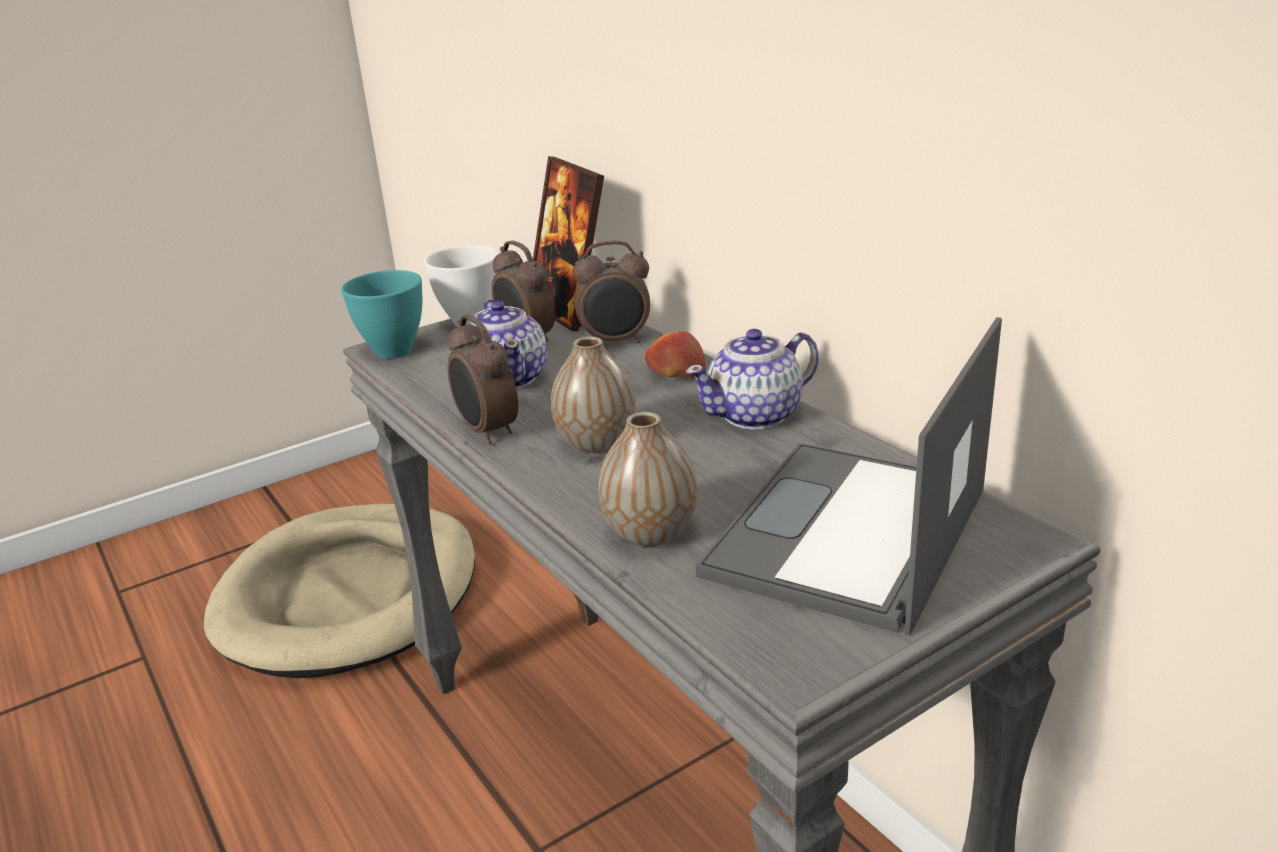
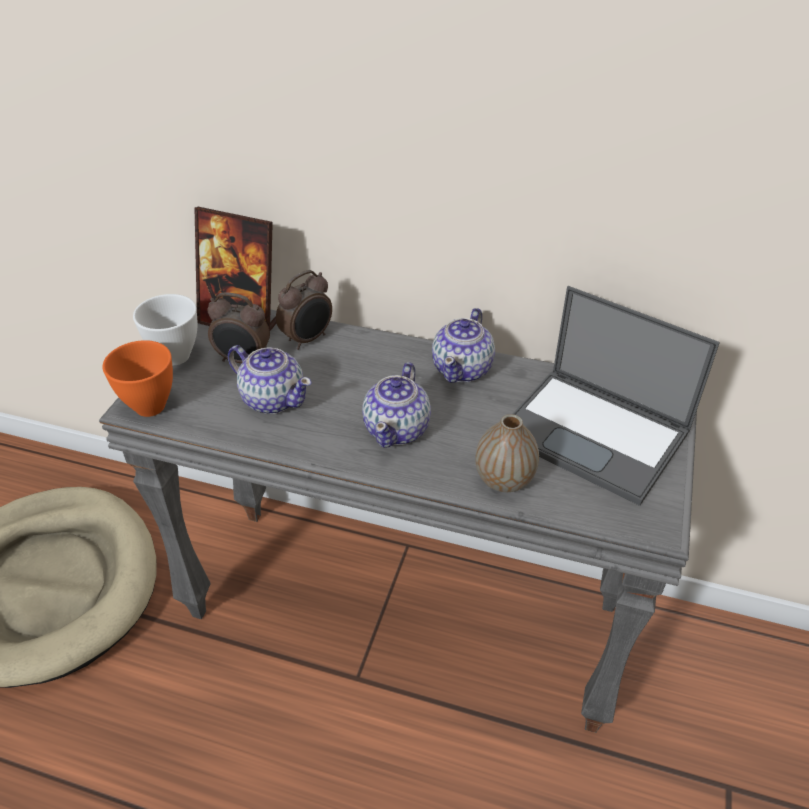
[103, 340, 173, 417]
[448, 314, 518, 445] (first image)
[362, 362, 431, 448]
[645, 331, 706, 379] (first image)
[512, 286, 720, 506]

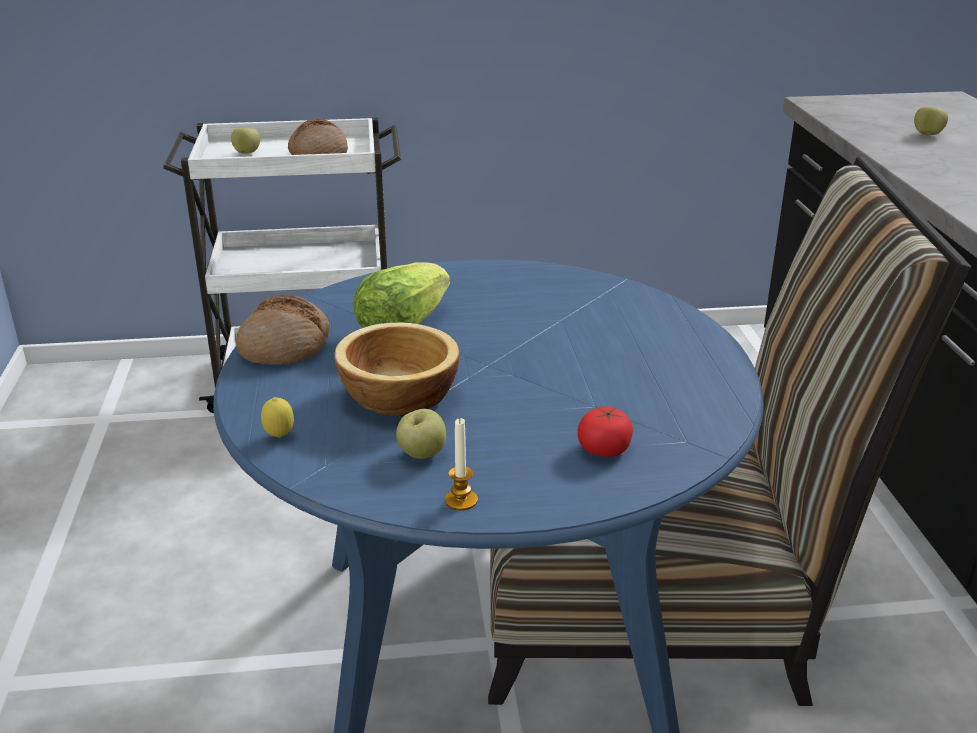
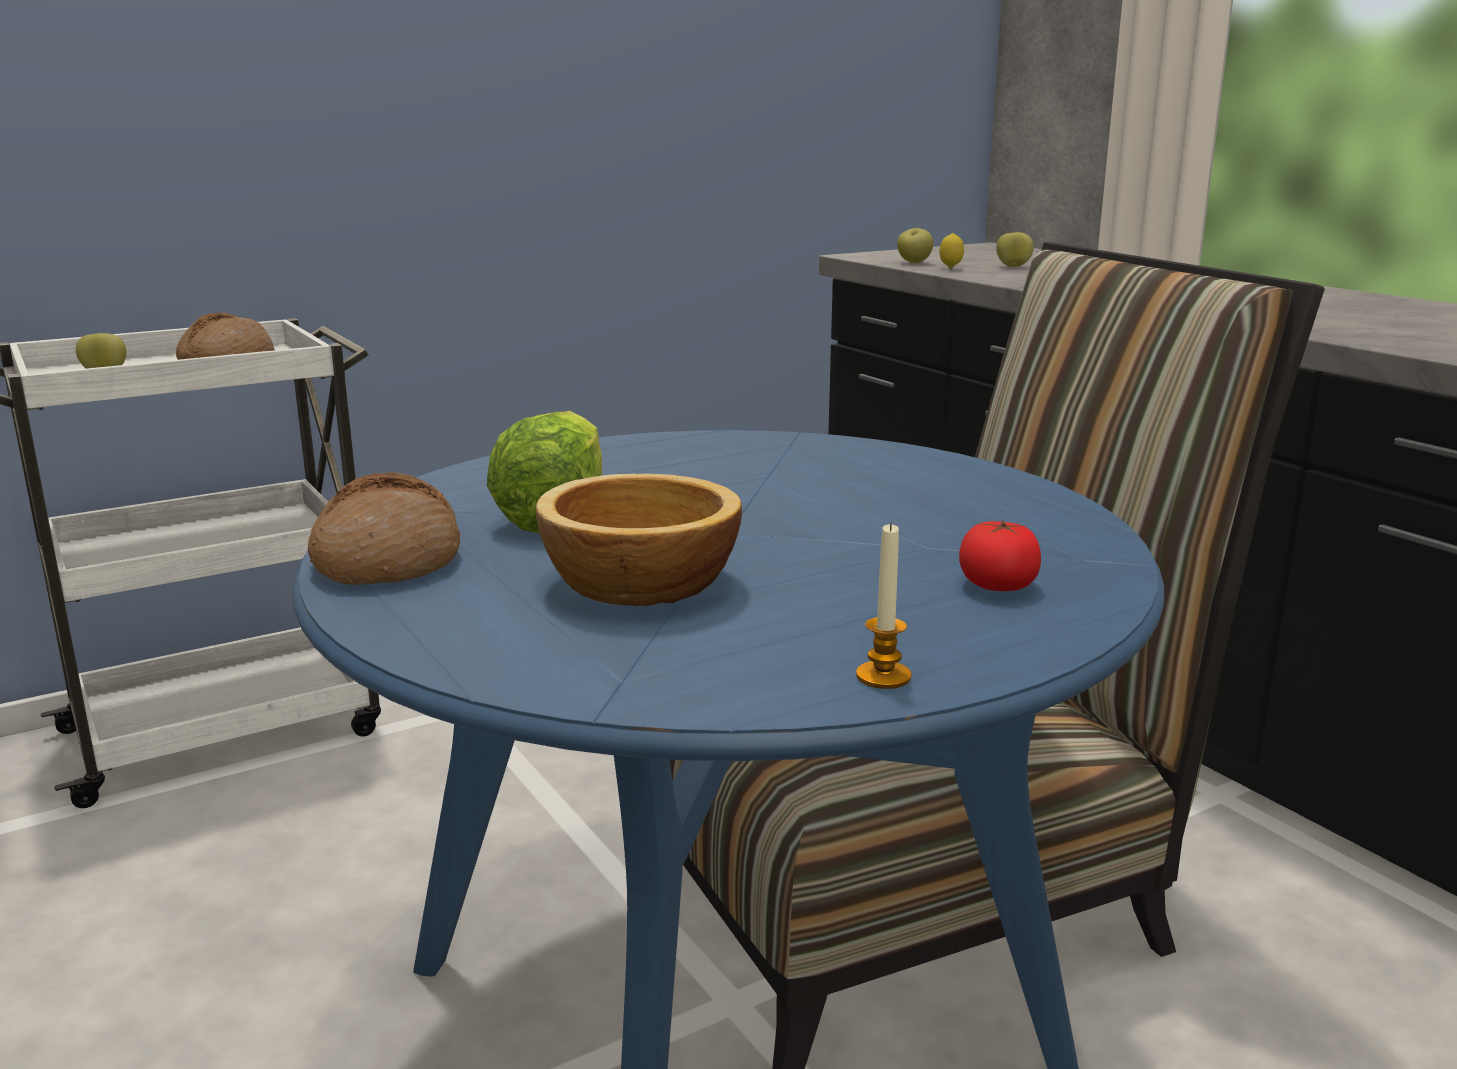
[939, 233, 964, 268]
[897, 228, 933, 263]

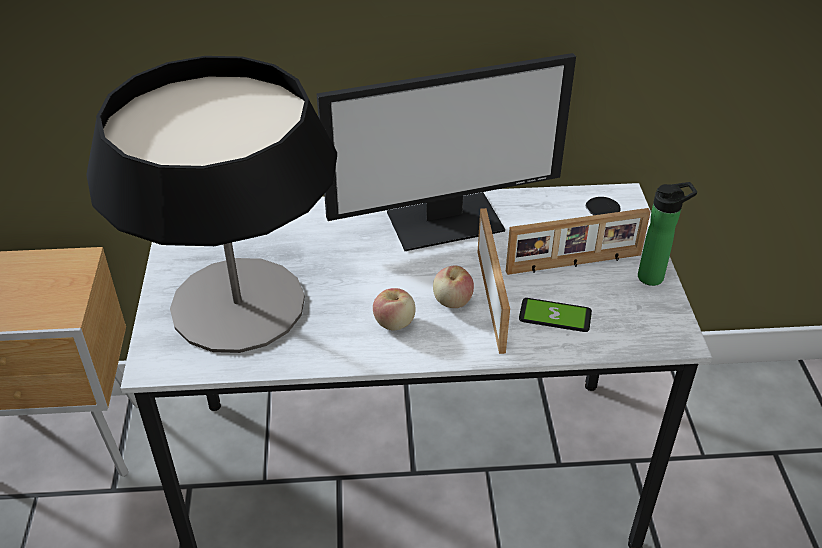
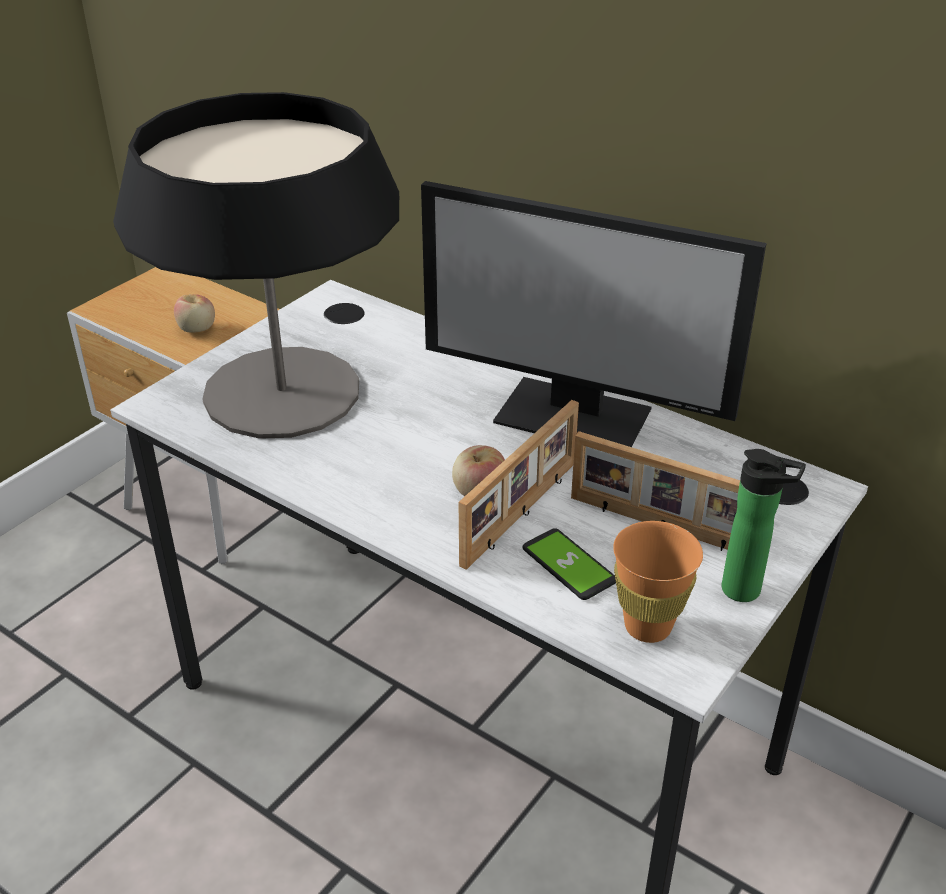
[174, 294, 215, 333]
[613, 521, 703, 643]

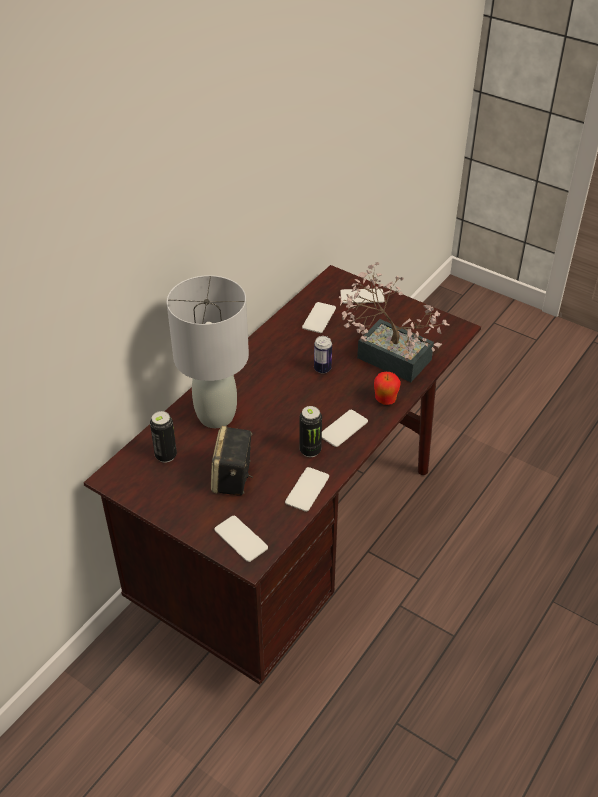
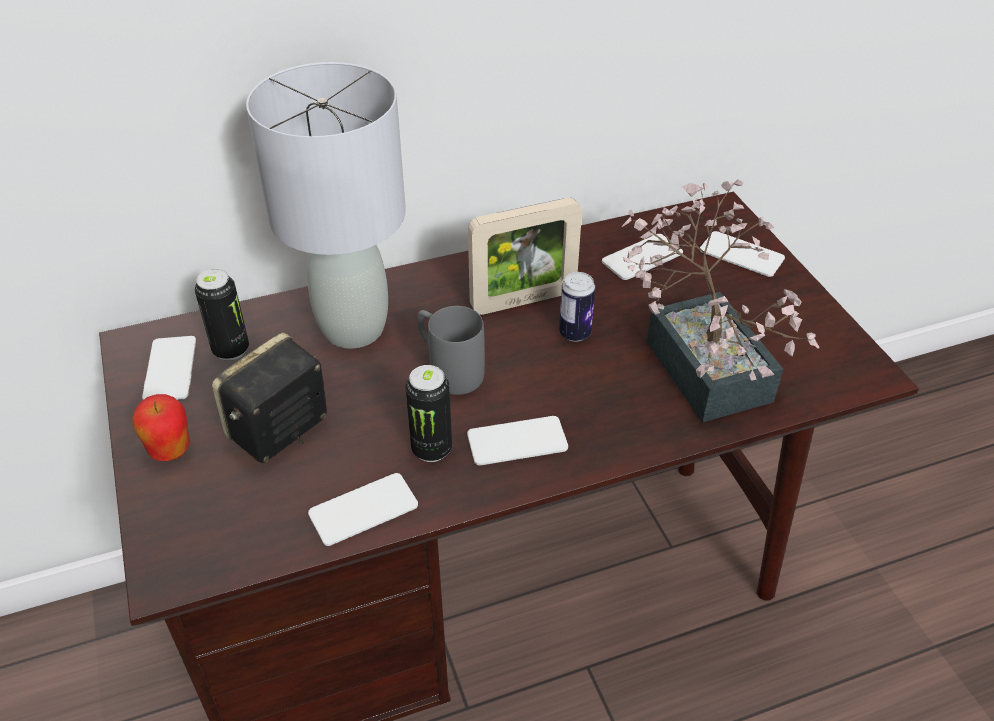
[142, 336, 196, 400]
[132, 394, 190, 461]
[417, 306, 485, 395]
[468, 198, 582, 315]

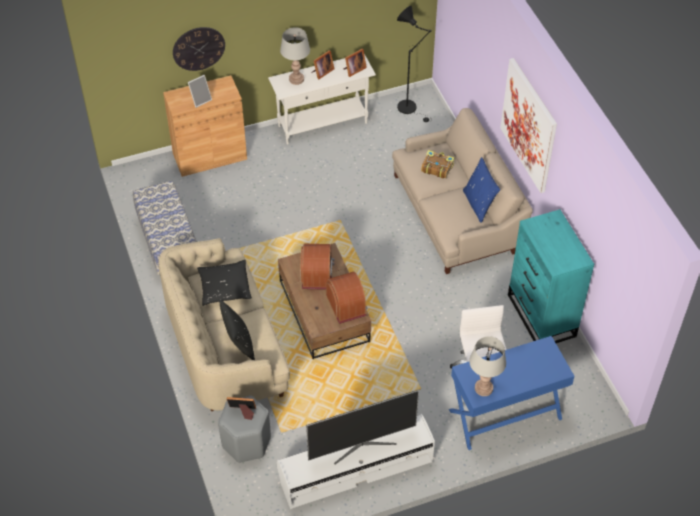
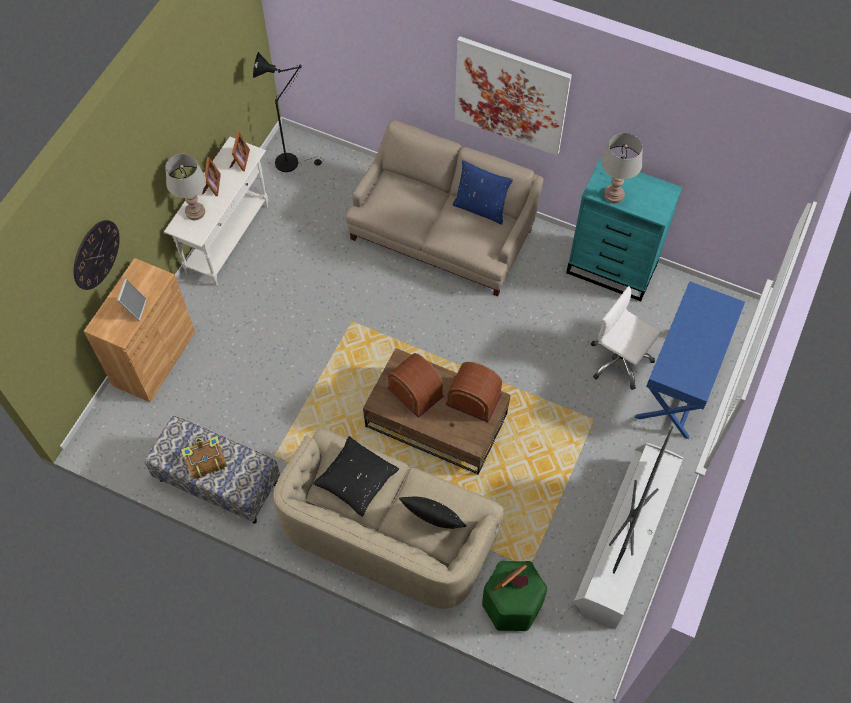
[482, 561, 547, 631]
[181, 436, 227, 479]
[601, 133, 643, 204]

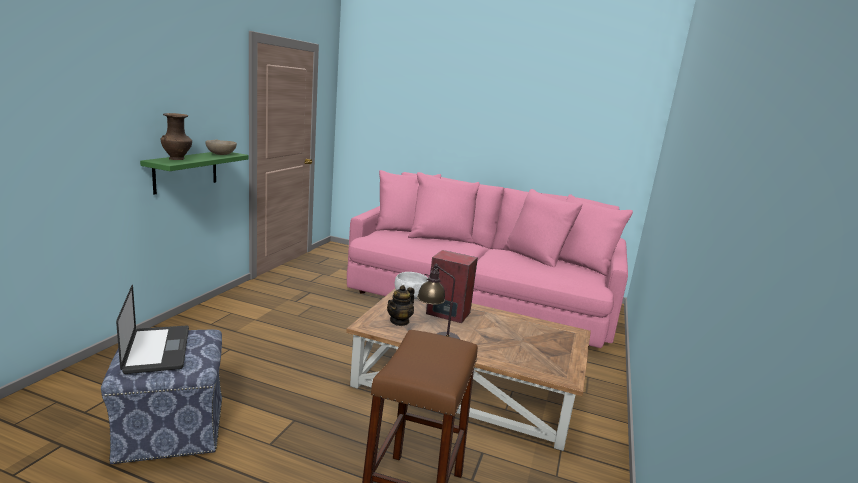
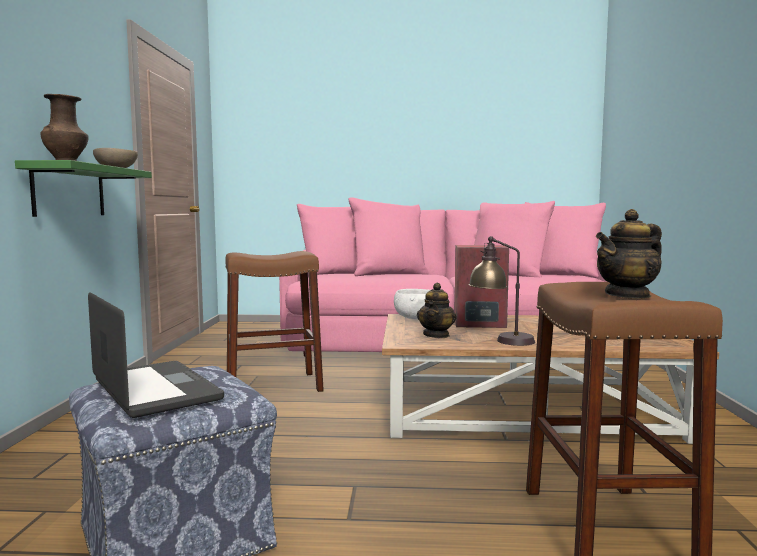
[225, 251, 324, 392]
[596, 209, 662, 299]

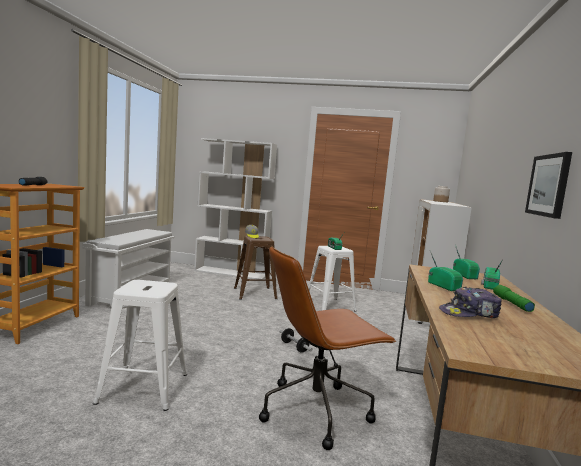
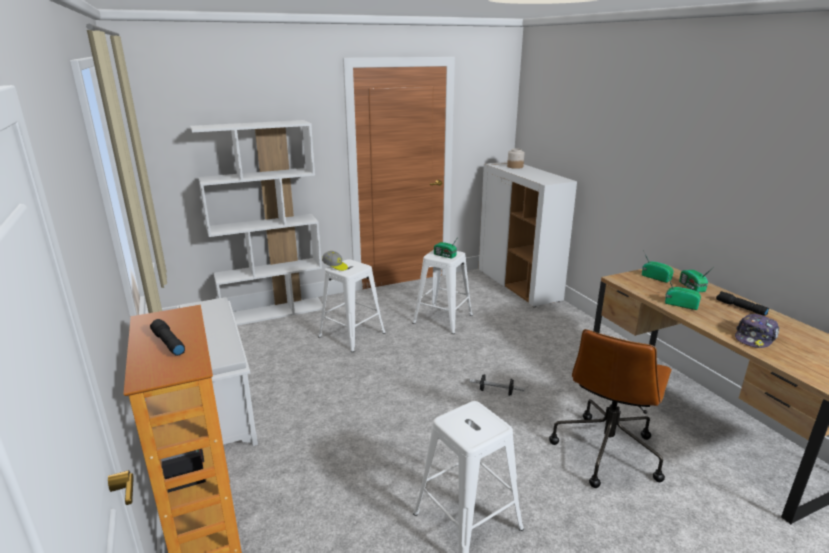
[318, 259, 386, 352]
[716, 291, 769, 316]
[525, 152, 572, 219] (first image)

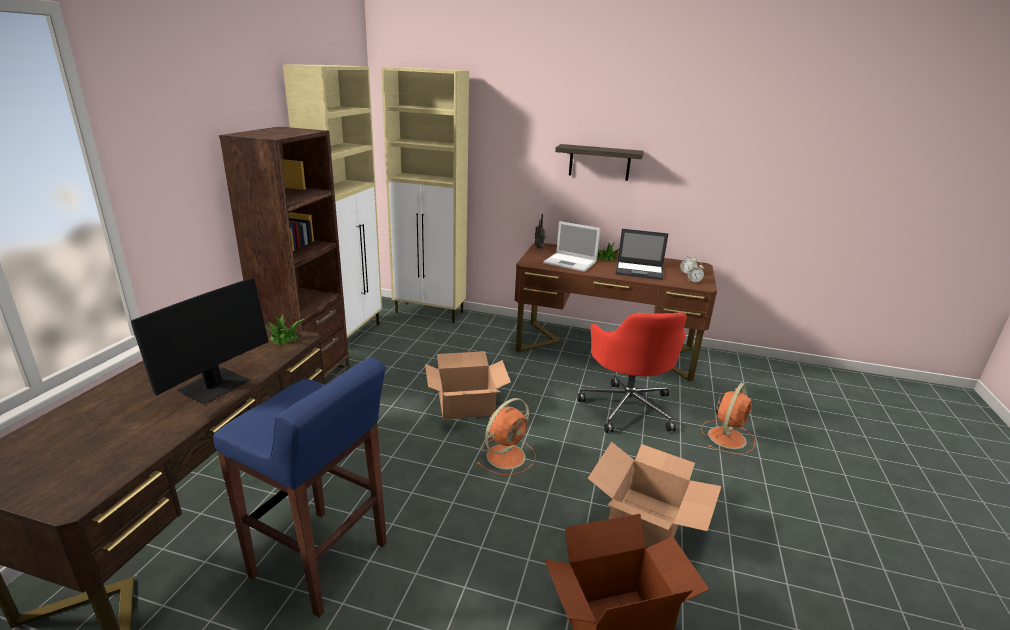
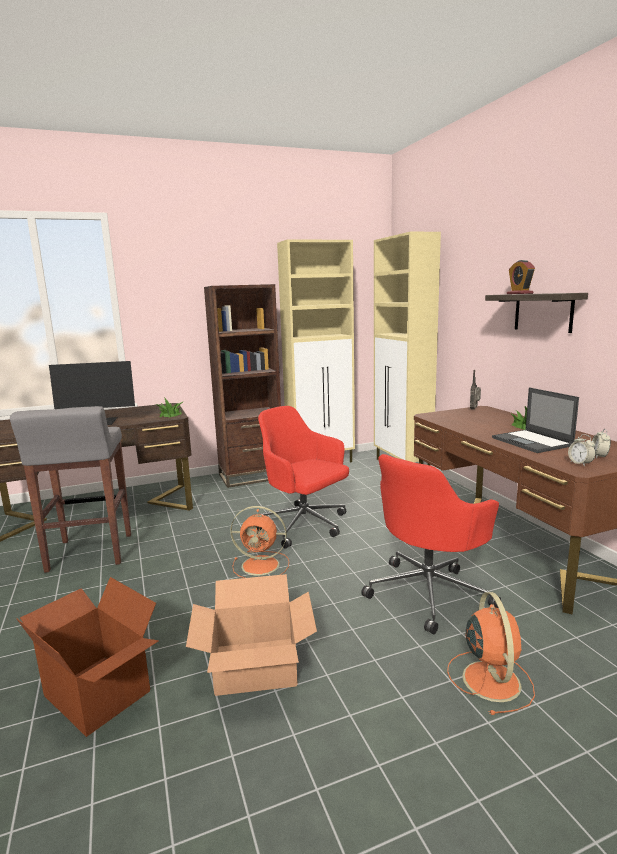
[10, 406, 131, 573]
[258, 406, 349, 549]
[543, 221, 601, 272] (first image)
[447, 592, 535, 715]
[507, 260, 535, 294]

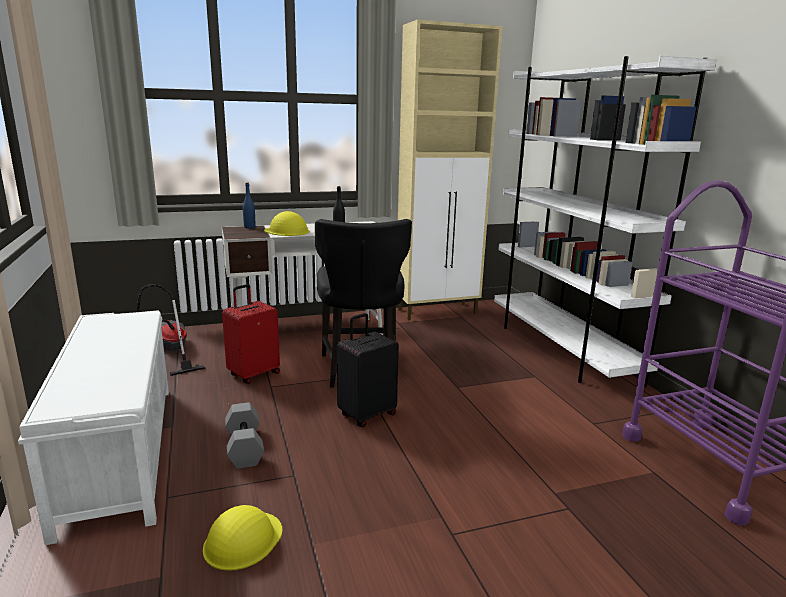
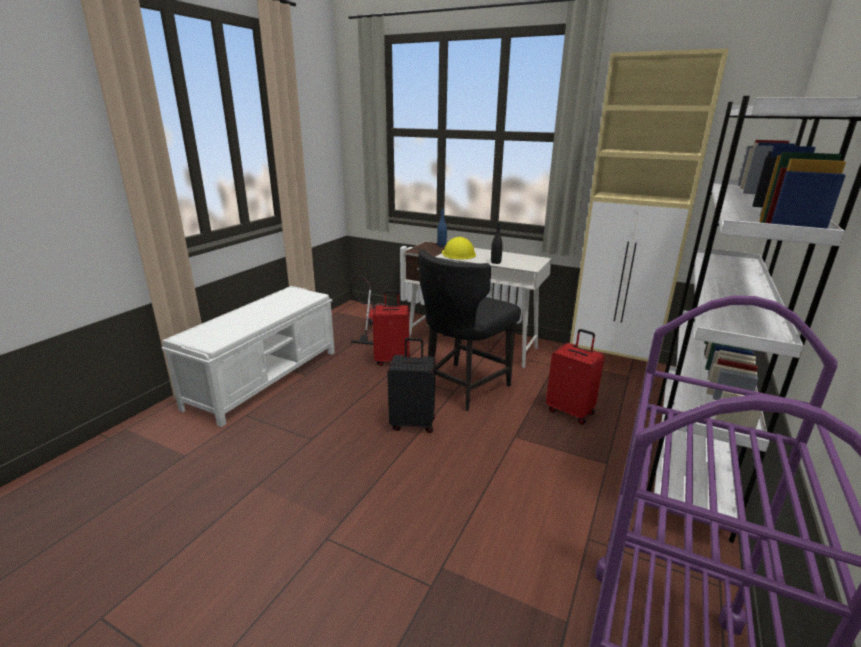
[203, 505, 282, 571] (first image)
[225, 402, 264, 469] (first image)
[546, 329, 604, 424]

